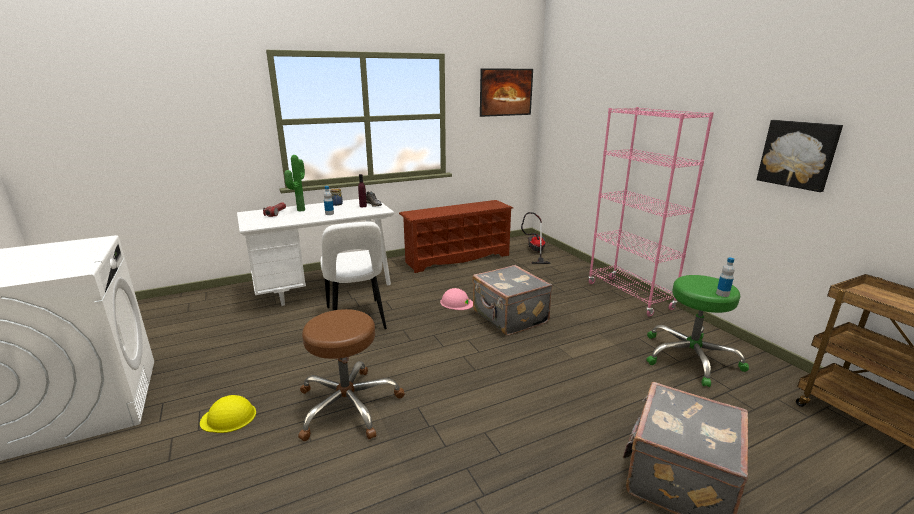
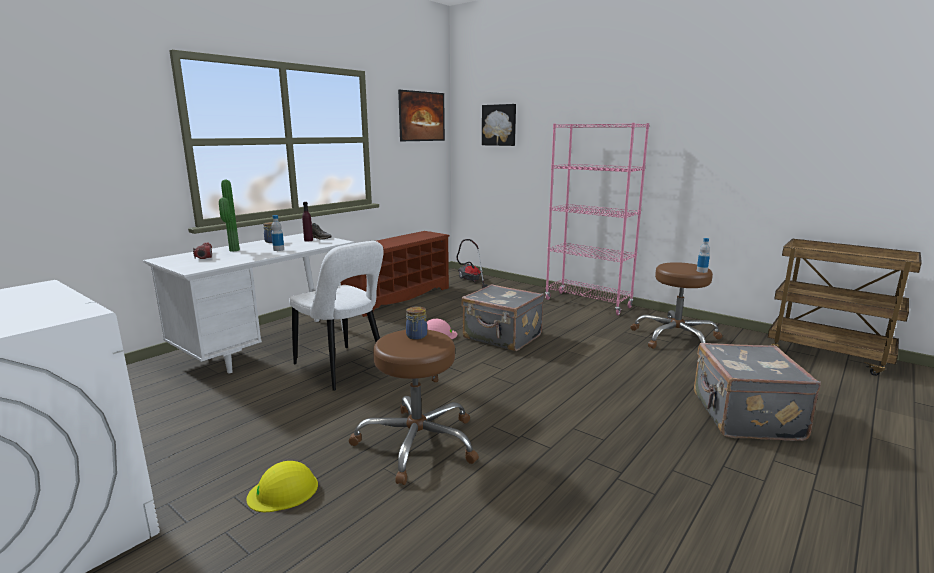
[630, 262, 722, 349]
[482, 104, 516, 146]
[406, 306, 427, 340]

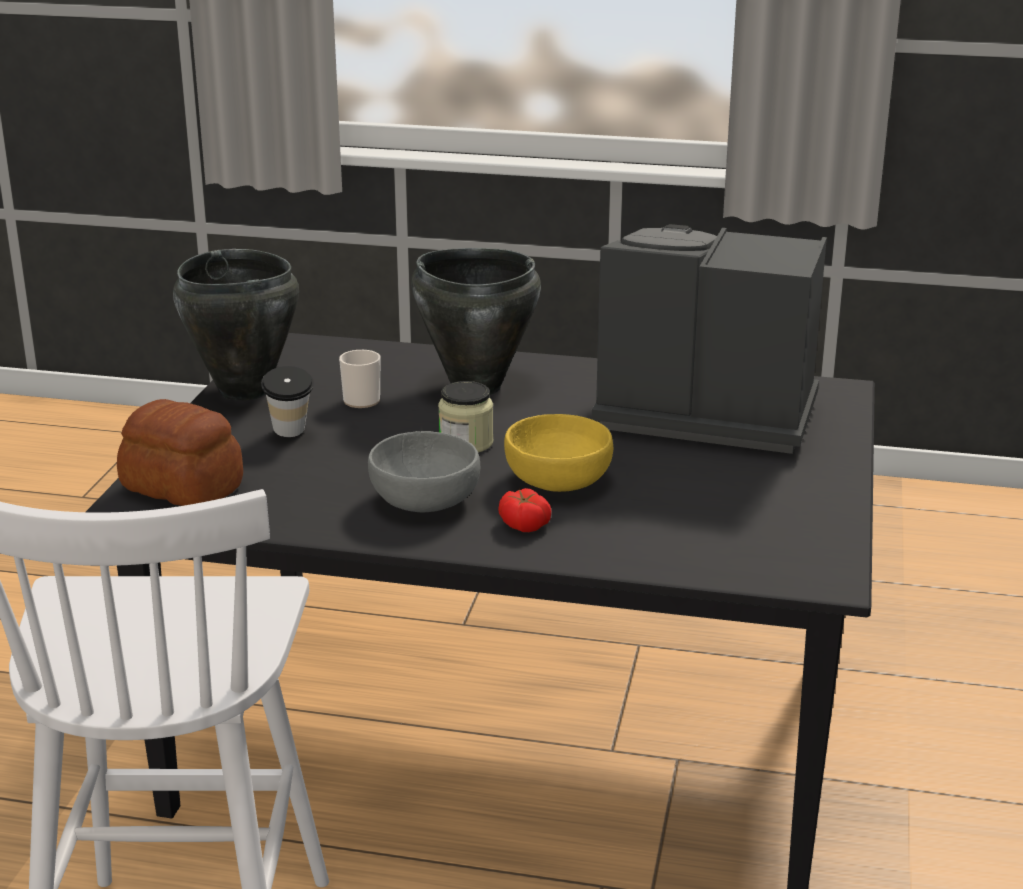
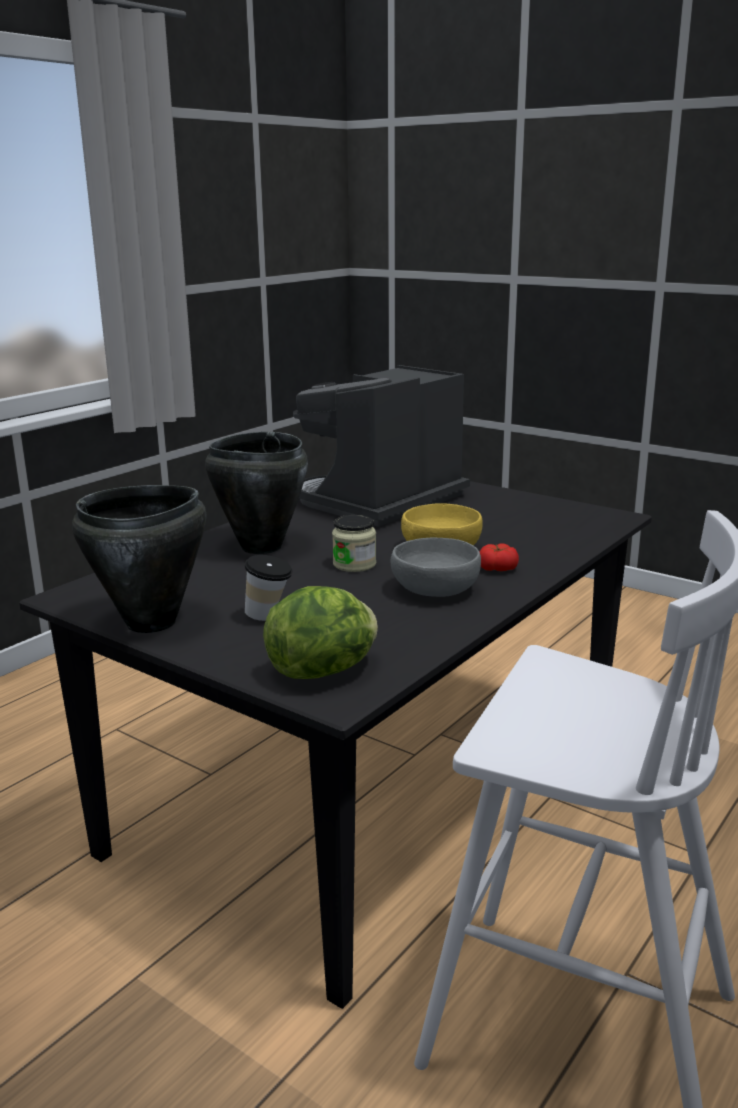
[263, 586, 378, 679]
[339, 350, 380, 408] (first image)

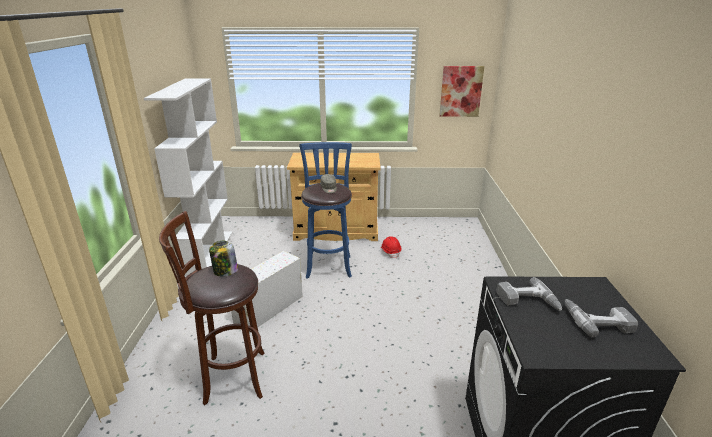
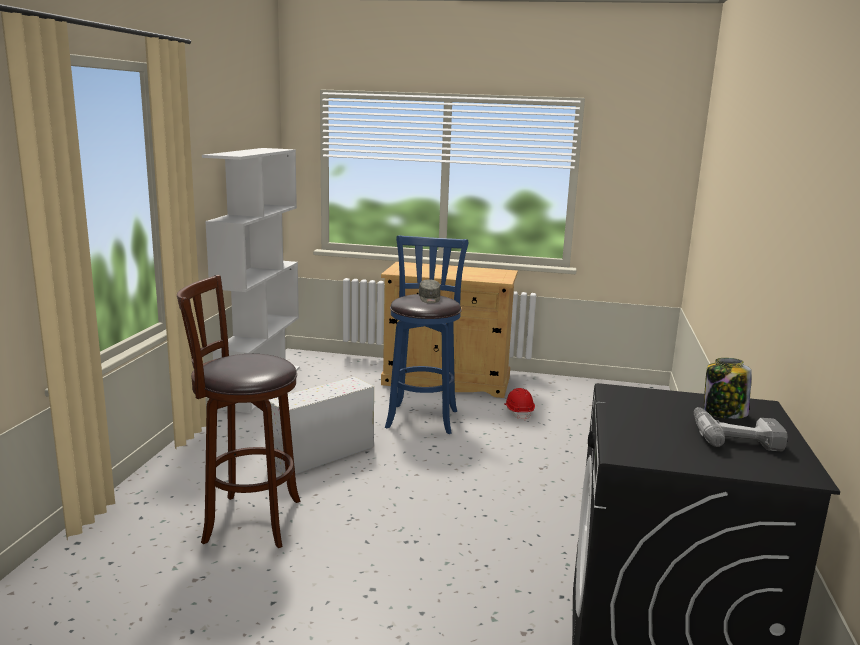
[704, 358, 752, 419]
[439, 66, 484, 117] (first image)
[497, 277, 562, 311] (first image)

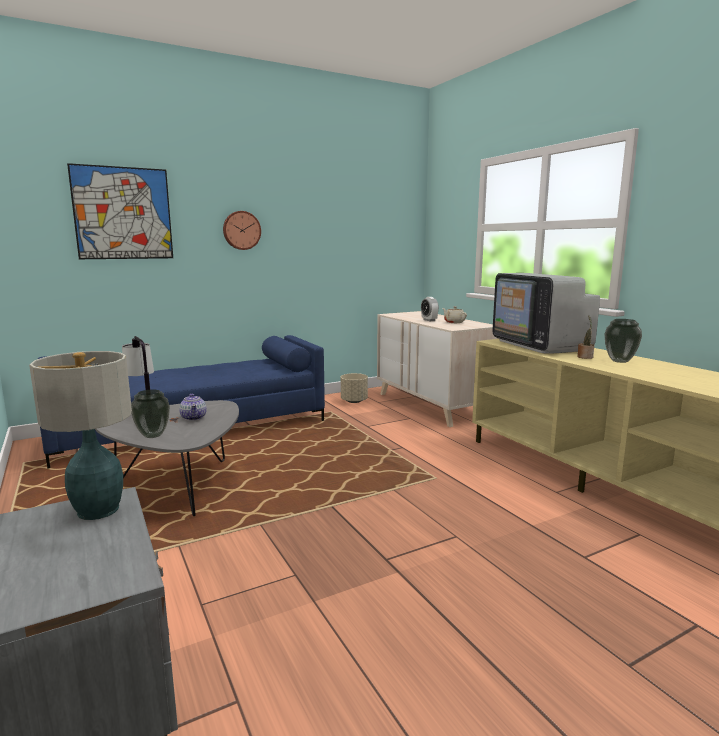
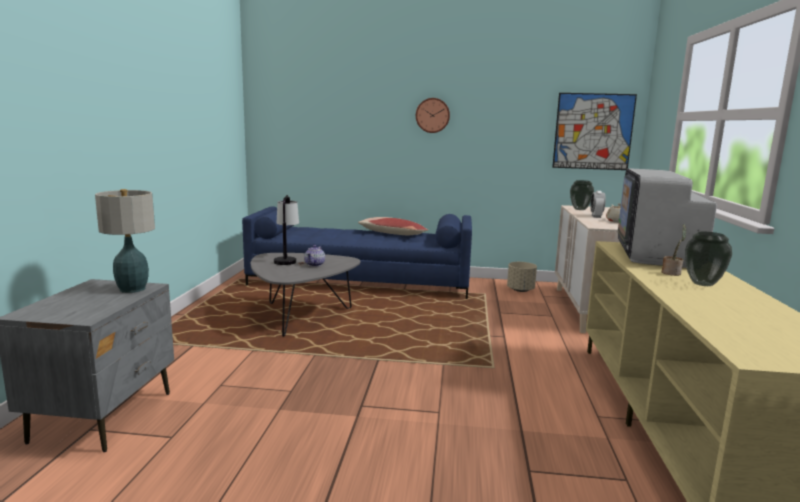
[552, 93, 637, 170]
[570, 180, 594, 210]
[358, 217, 428, 235]

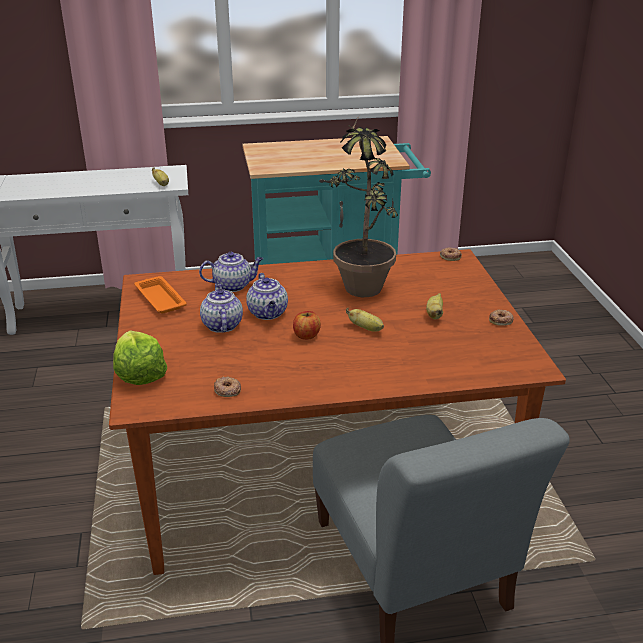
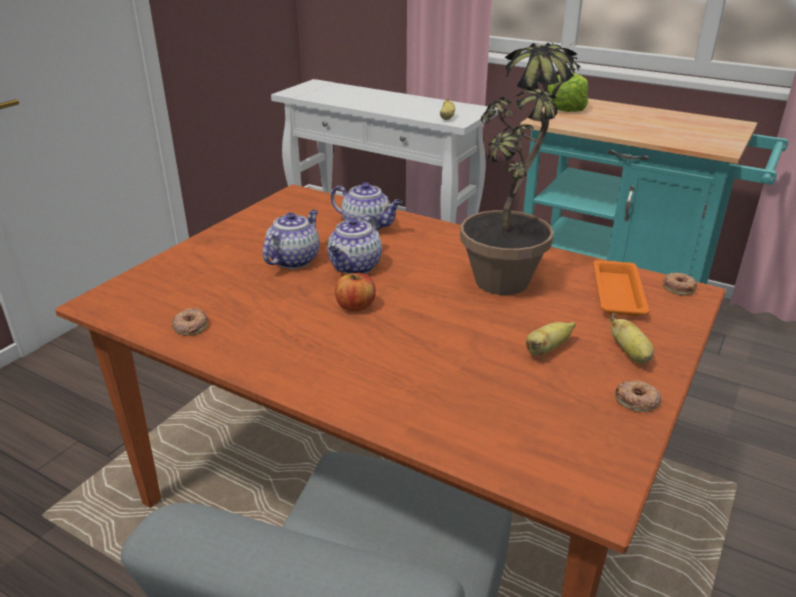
[548, 73, 588, 112]
[593, 260, 650, 316]
[610, 313, 654, 364]

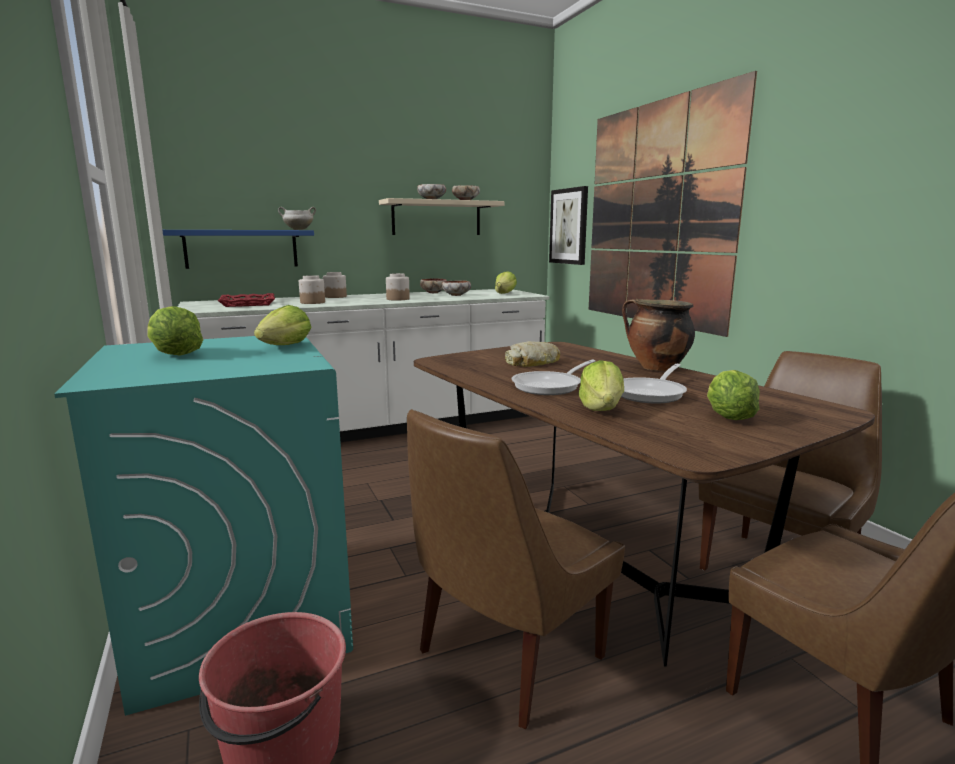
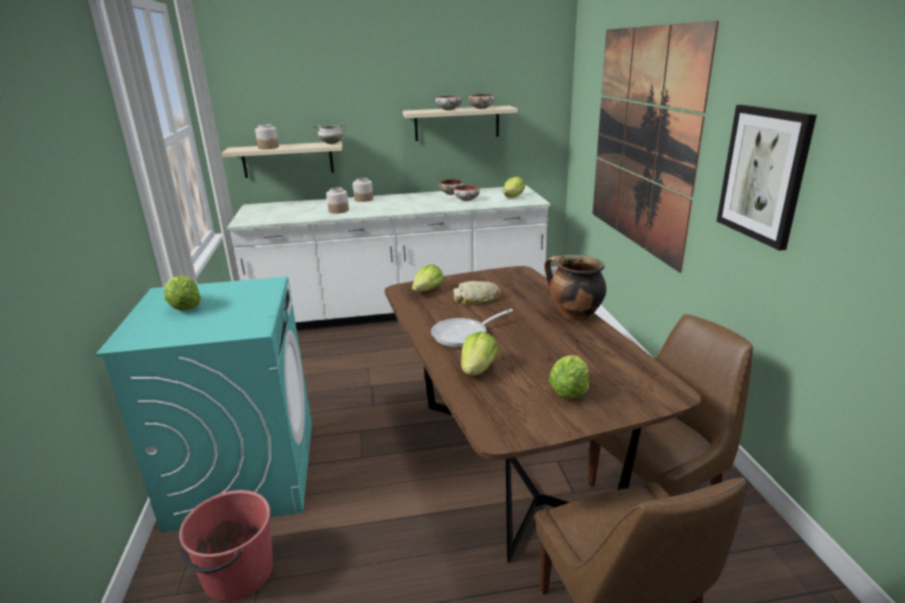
[222, 141, 342, 178]
[218, 293, 275, 307] (first image)
[412, 264, 444, 291]
[255, 124, 279, 149]
[407, 409, 625, 729] (first image)
[717, 105, 817, 251]
[621, 364, 687, 404] (first image)

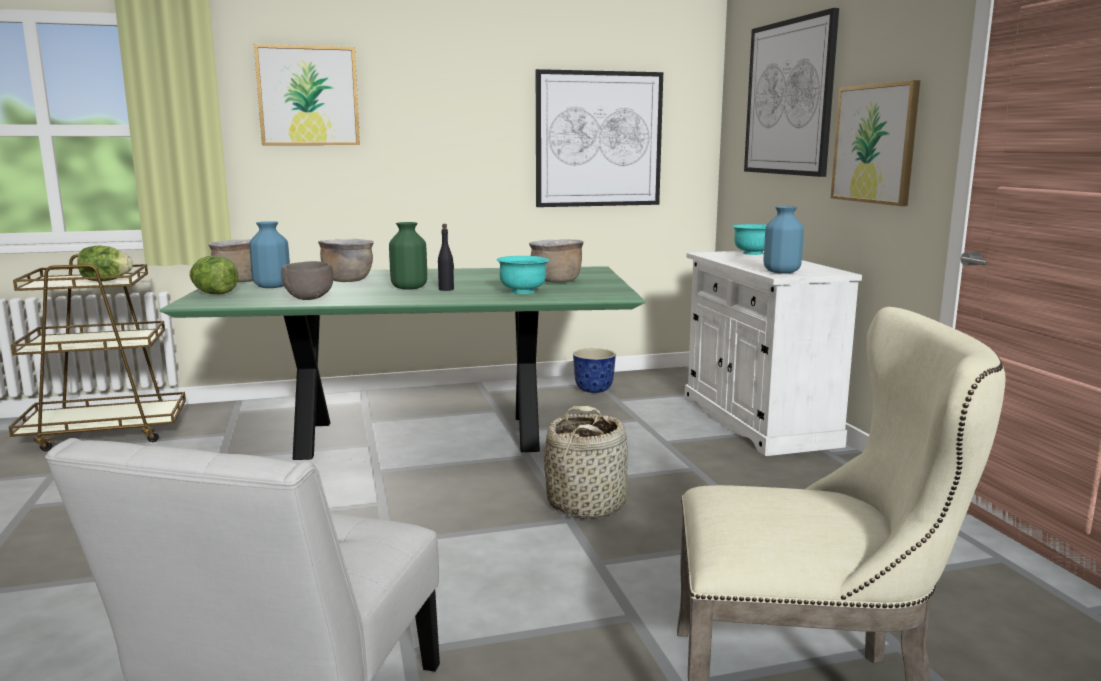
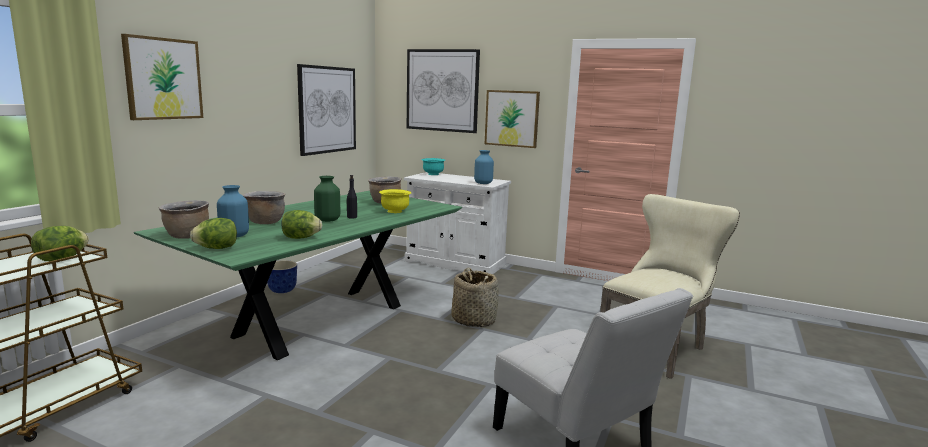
[282, 210, 322, 239]
[379, 189, 411, 213]
[267, 260, 297, 293]

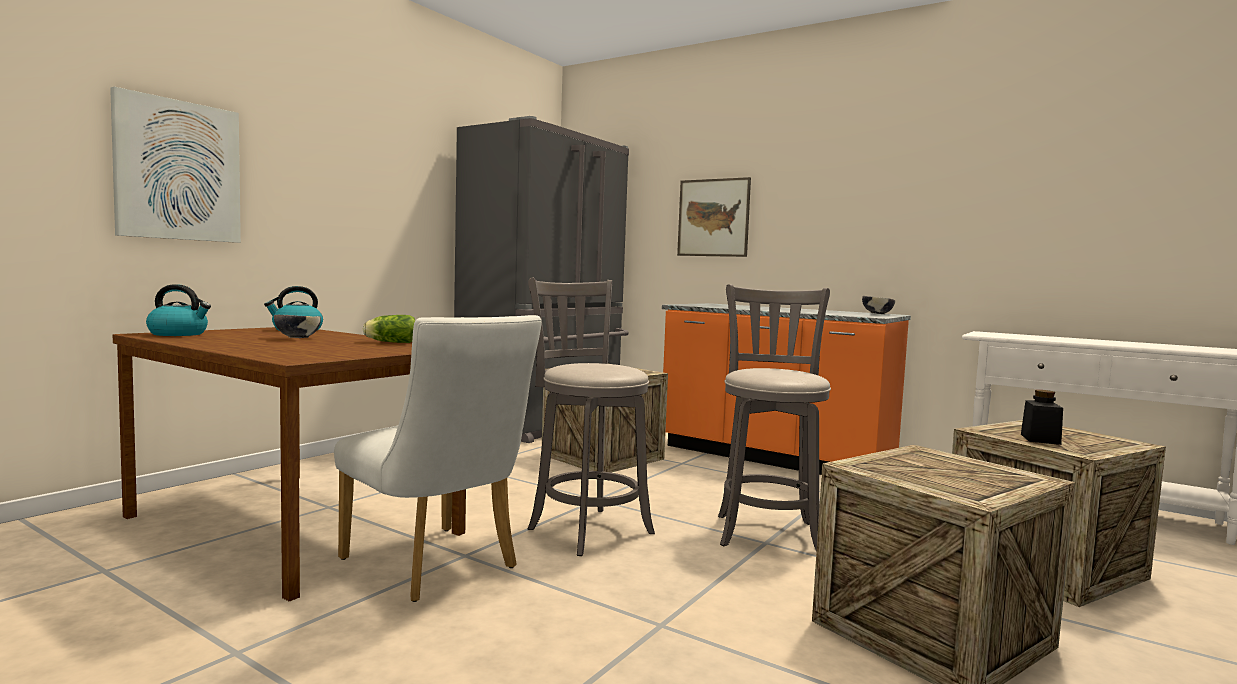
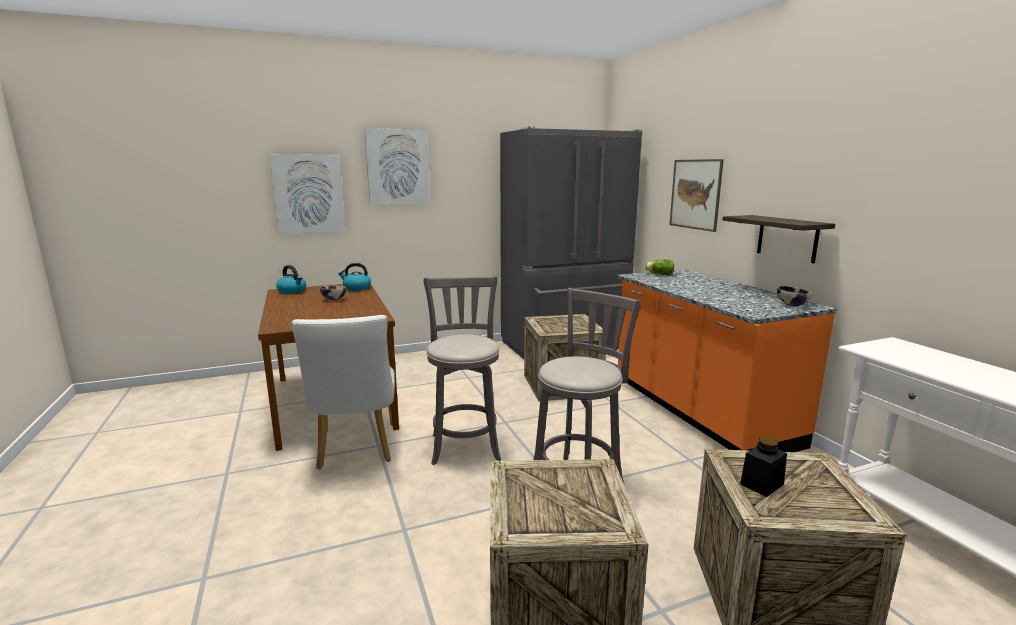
[645, 259, 674, 275]
[364, 128, 430, 205]
[723, 215, 835, 263]

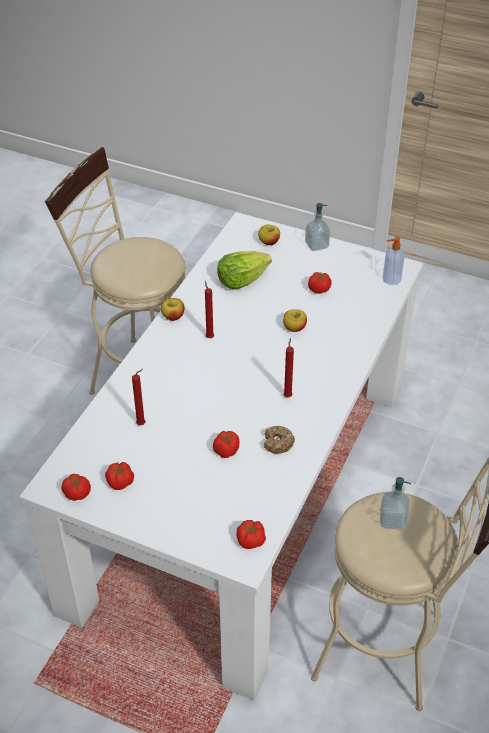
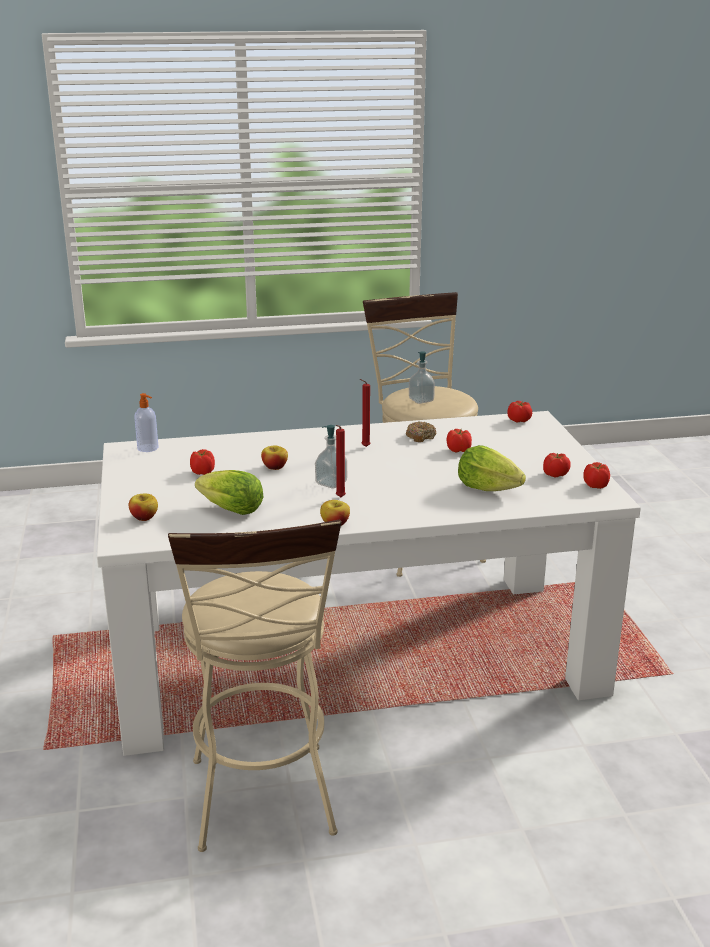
[458, 445, 526, 491]
[315, 425, 347, 489]

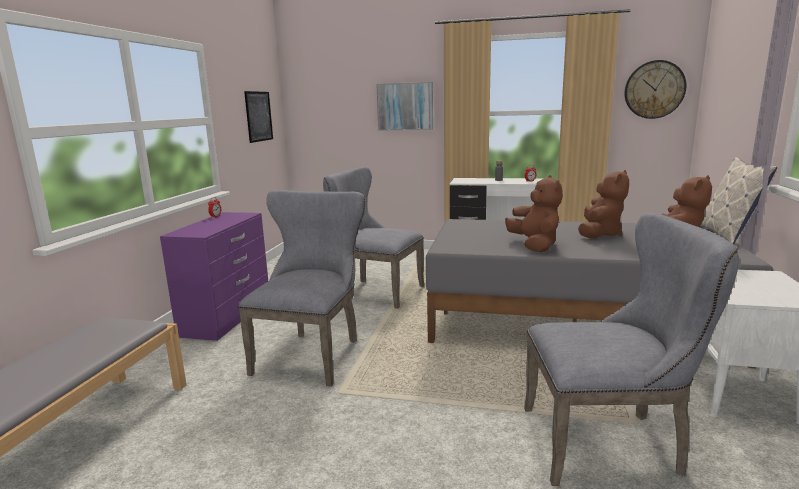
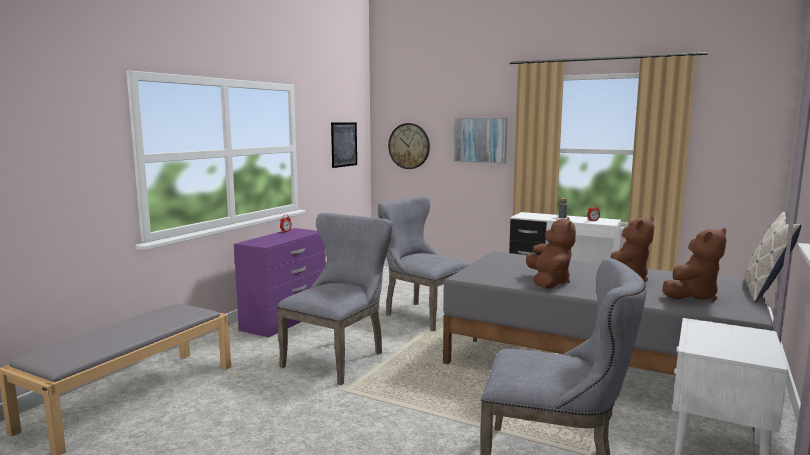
[388, 123, 430, 169]

